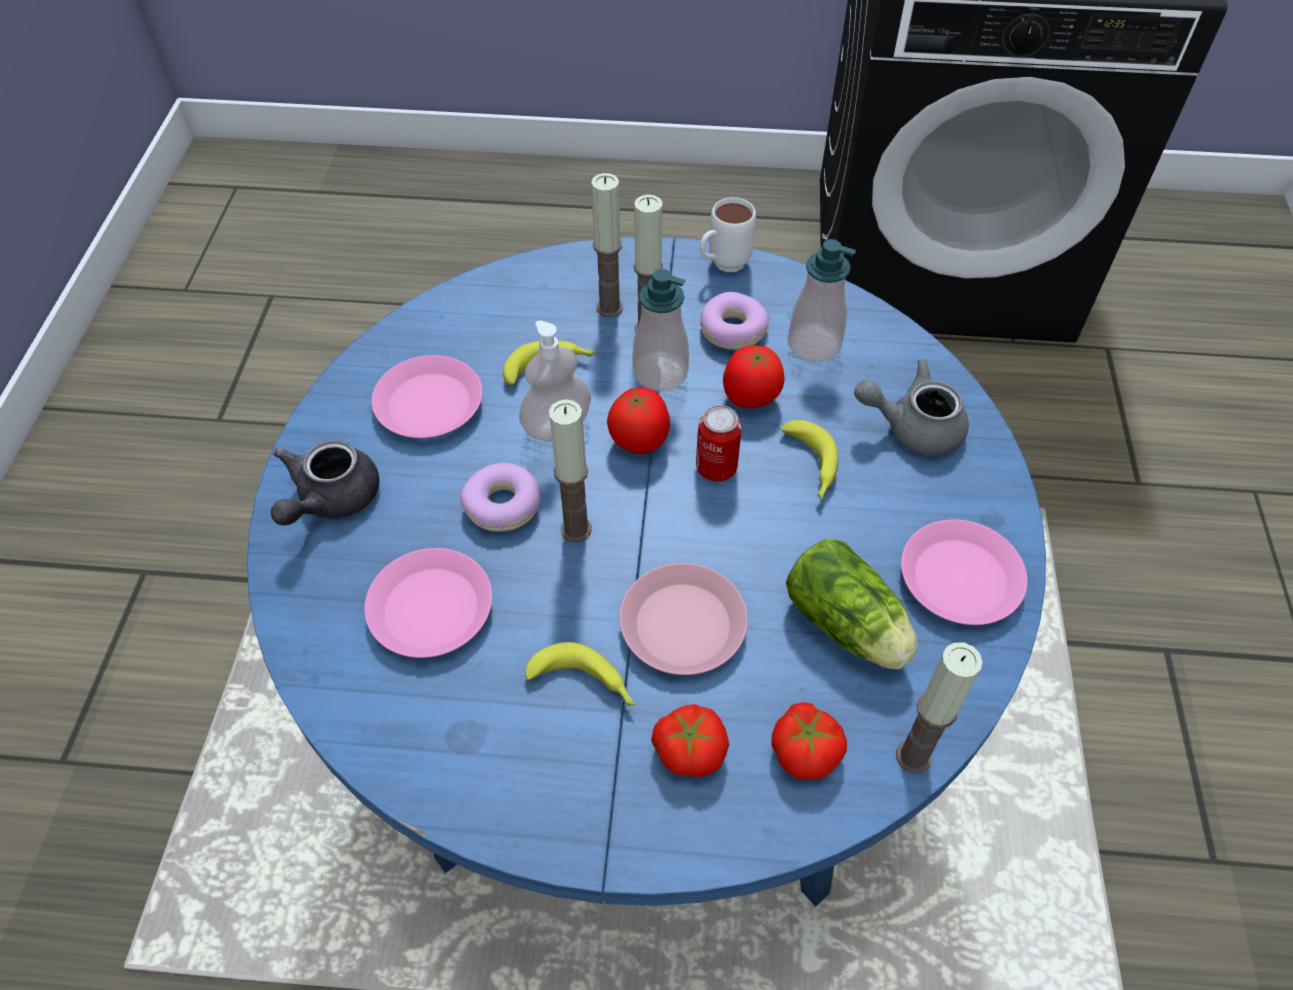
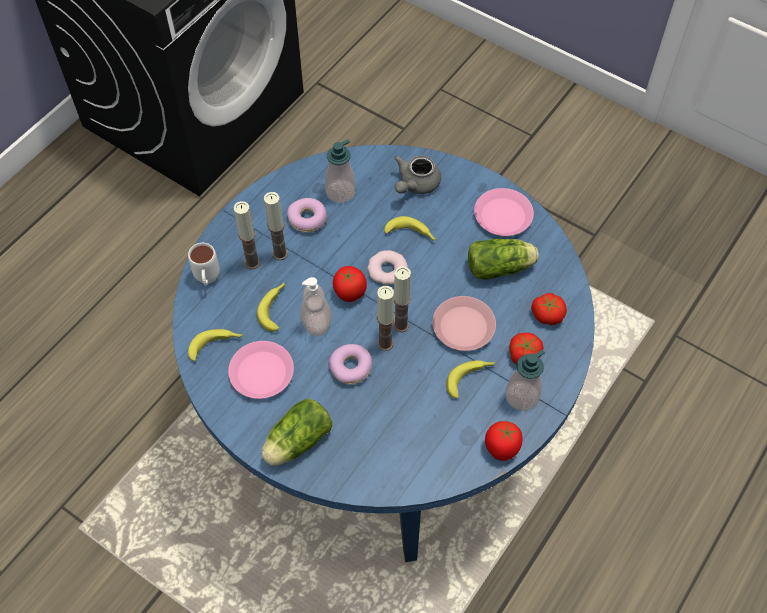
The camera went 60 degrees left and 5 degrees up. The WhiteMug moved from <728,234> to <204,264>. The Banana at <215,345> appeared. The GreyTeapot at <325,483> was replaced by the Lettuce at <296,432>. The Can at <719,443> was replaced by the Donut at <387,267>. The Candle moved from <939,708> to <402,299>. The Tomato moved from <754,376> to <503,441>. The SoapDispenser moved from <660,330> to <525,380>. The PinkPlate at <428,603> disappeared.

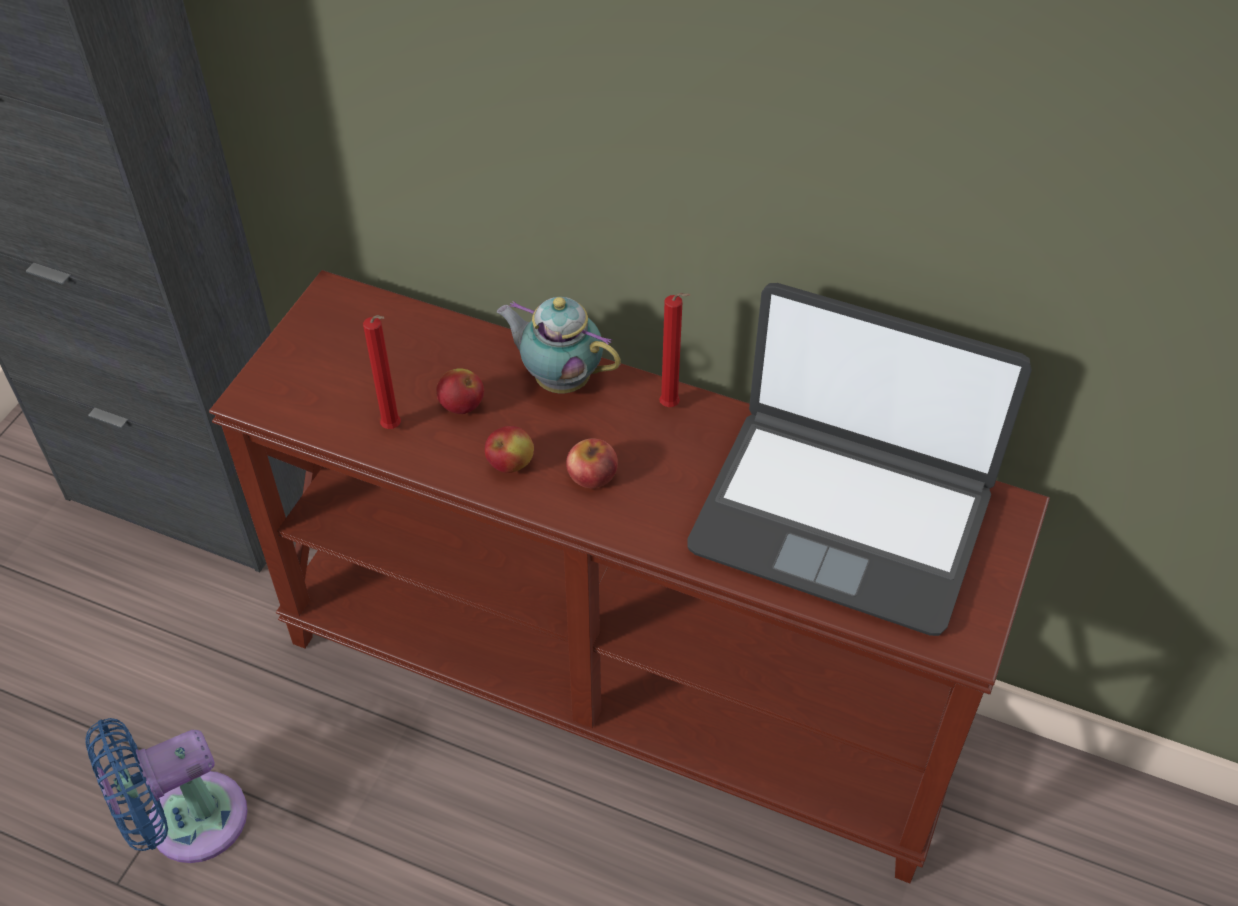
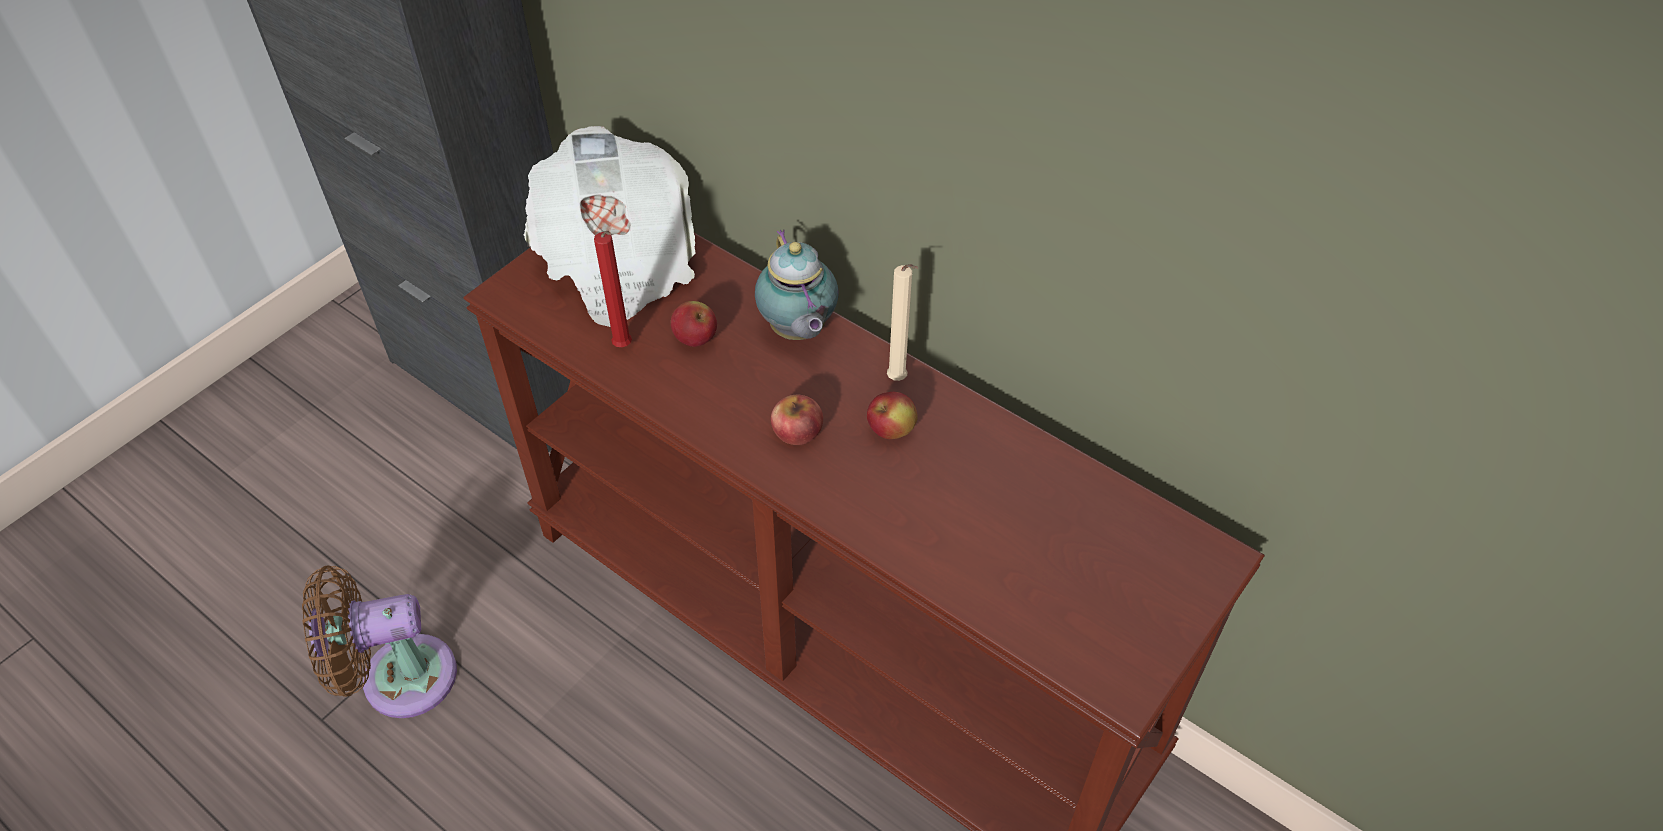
The camera went 15 degrees right and 0 degrees up. The BlueFan at <166,790> became the BrownFan at <379,642>. The Newspaper at <609,226> appeared. The Teapot at <559,345> turned 150 degrees counterclockwise. The Apple moved from <509,449> to <892,415>. The RedCandle at <674,350> became the BeigeCandle at <902,322>. The Laptop at <859,459> disappeared.

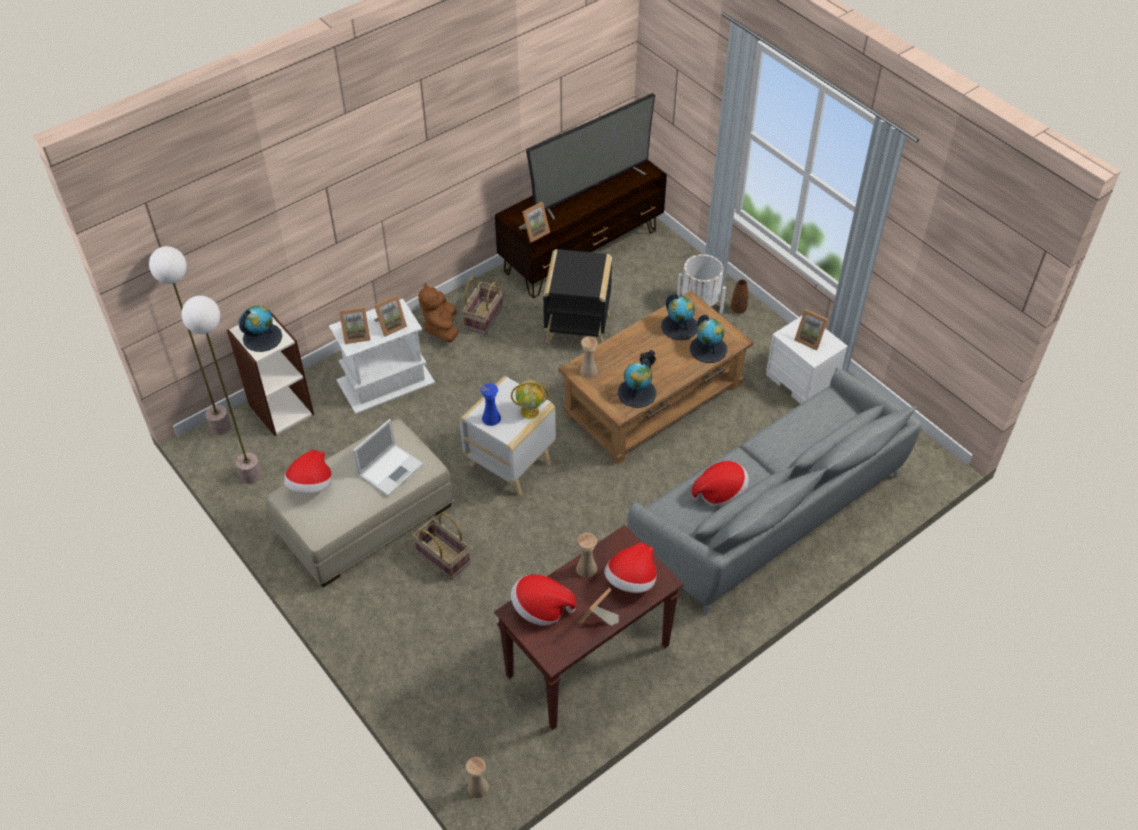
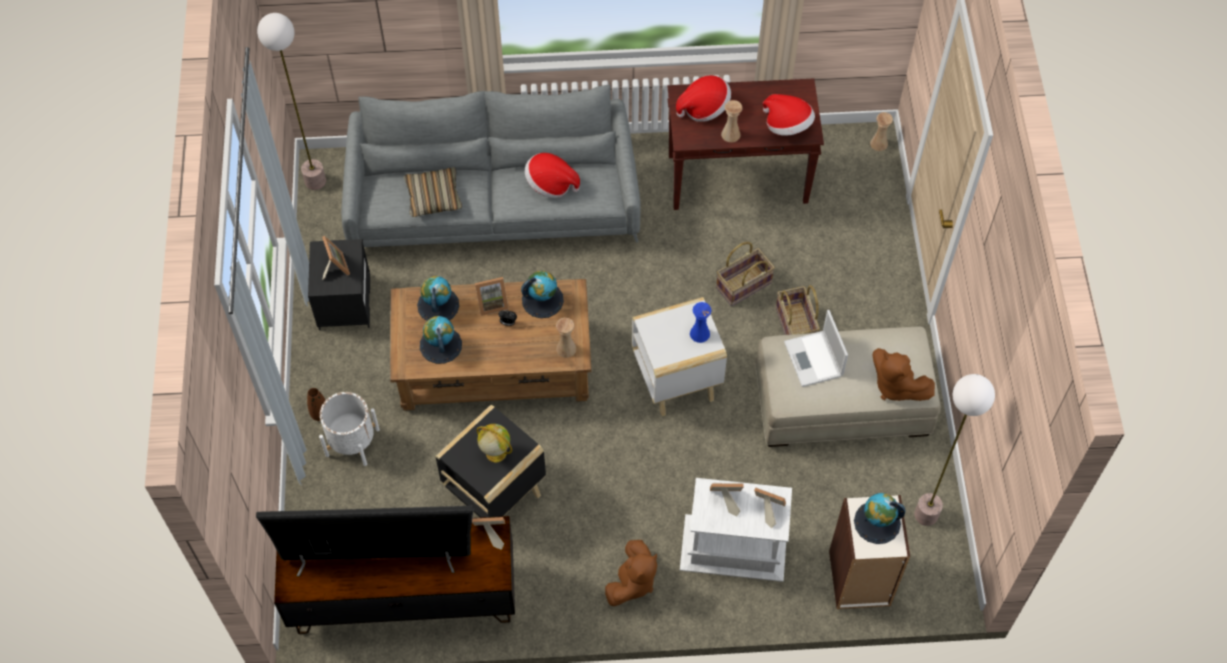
The camera went 145 degrees left and 10 degrees up. The FloorLamp moved from <190,340> to <291,101>. The WhiteNightstand at <807,359> became the BlackNightstand at <339,284>. The Pillow at <433,192> appeared. The PictureFrame moved from <598,607> to <491,296>. The Globe moved from <529,399> to <494,443>. The Basket moved from <482,305> to <745,274>. The Laptop at <388,457> turned 90 degrees counterclockwise. The Hat at <308,471> was replaced by the BrownPlushToy at <903,374>.

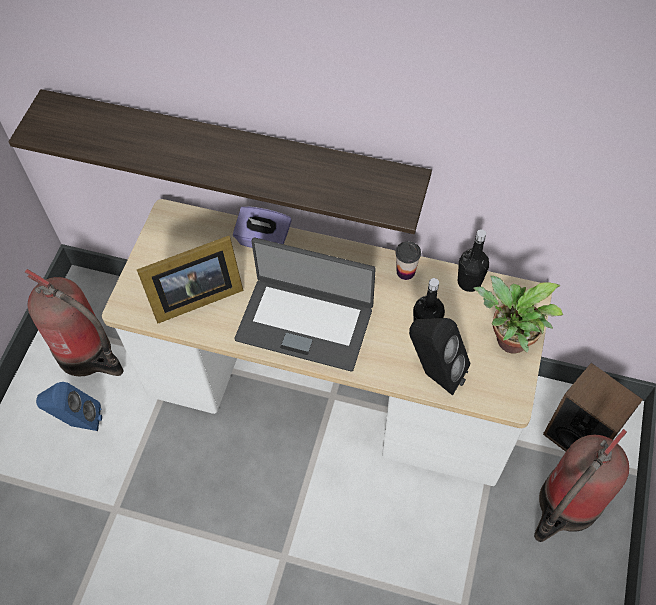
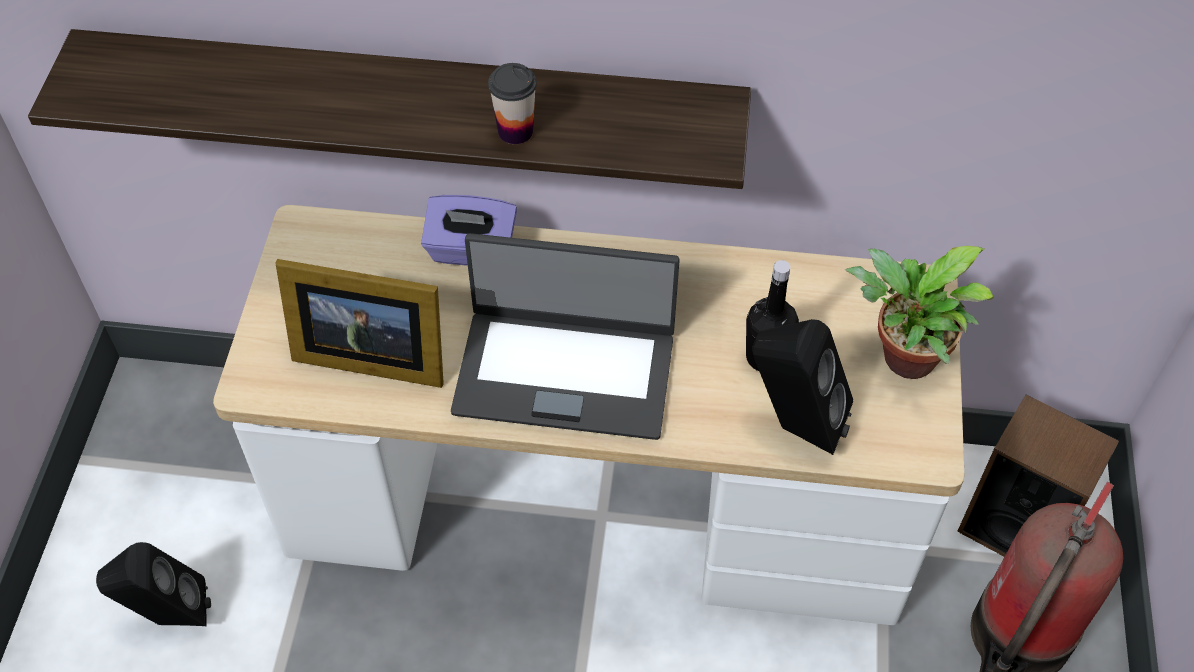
The camera went 10 degrees left and 5 degrees down. The BlueSpeaker at <69,406> became the BlackSpeaker at <153,584>. The PictureFrame at <190,280> turned 45 degrees clockwise. The Cup moved from <408,260> to <512,103>. The FireExtinguisher at <74,322> disappeared. The BlackBottle at <473,260> disappeared.

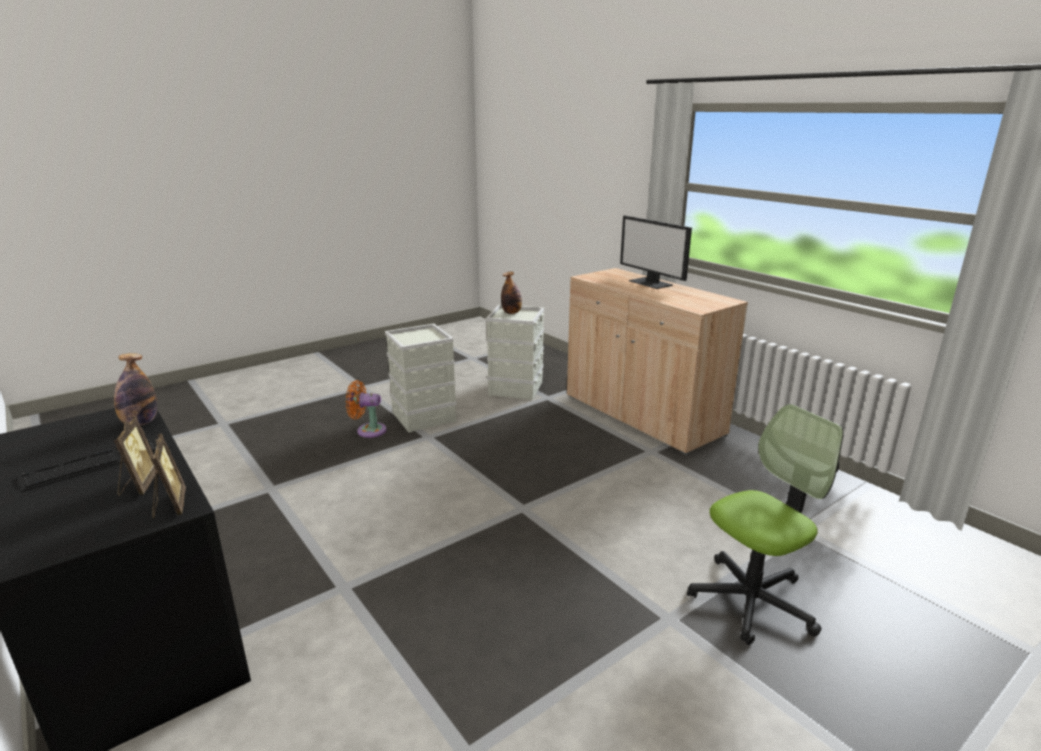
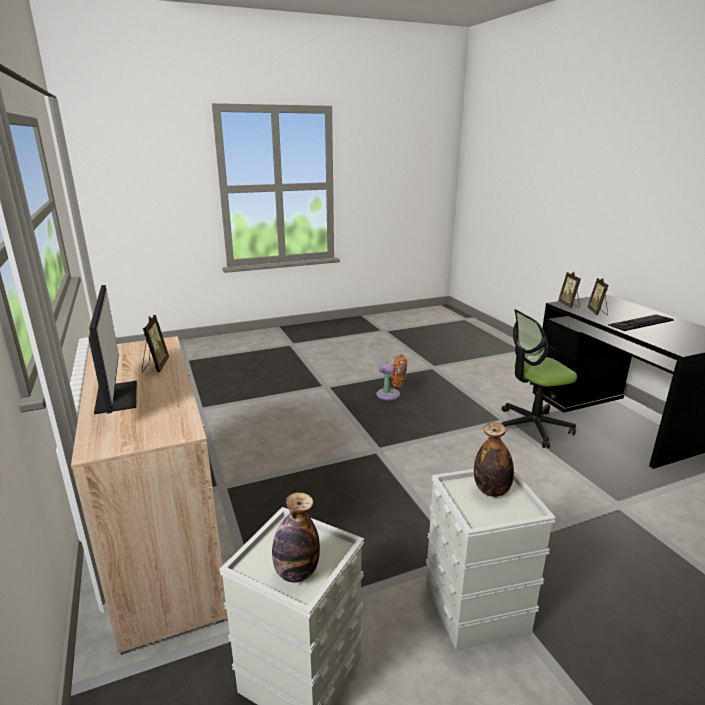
The camera went 165 degrees left and 0 degrees up. The PictureFrame at <155,344> appeared. The OrangeFan moved from <366,409> to <391,377>. The Bottle moved from <135,389> to <494,459>. The OfficeChair moved from <765,524> to <539,378>.

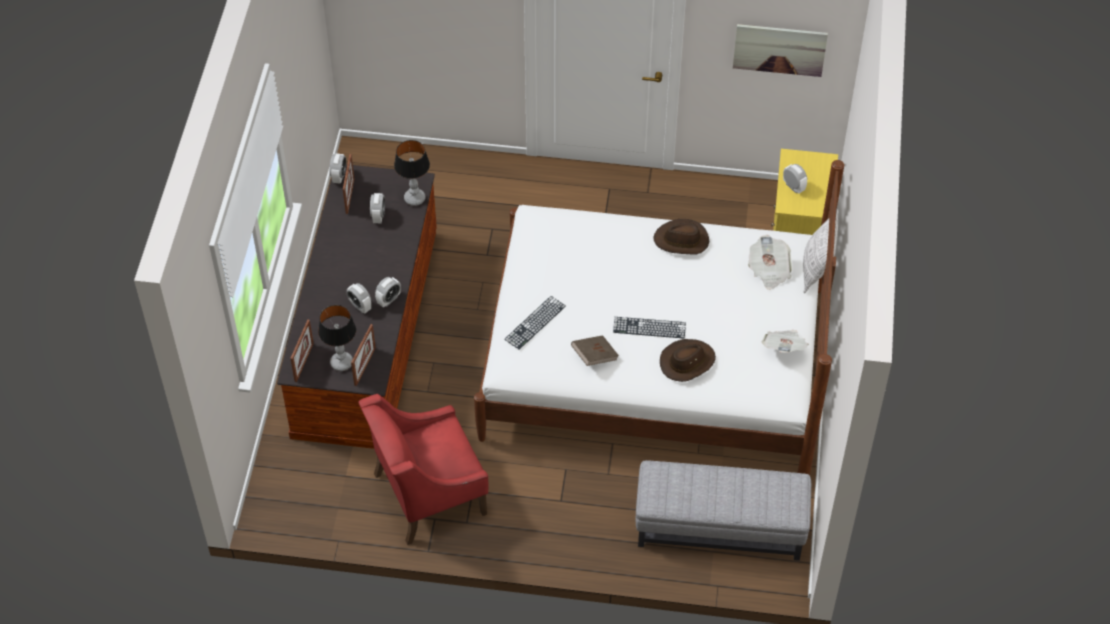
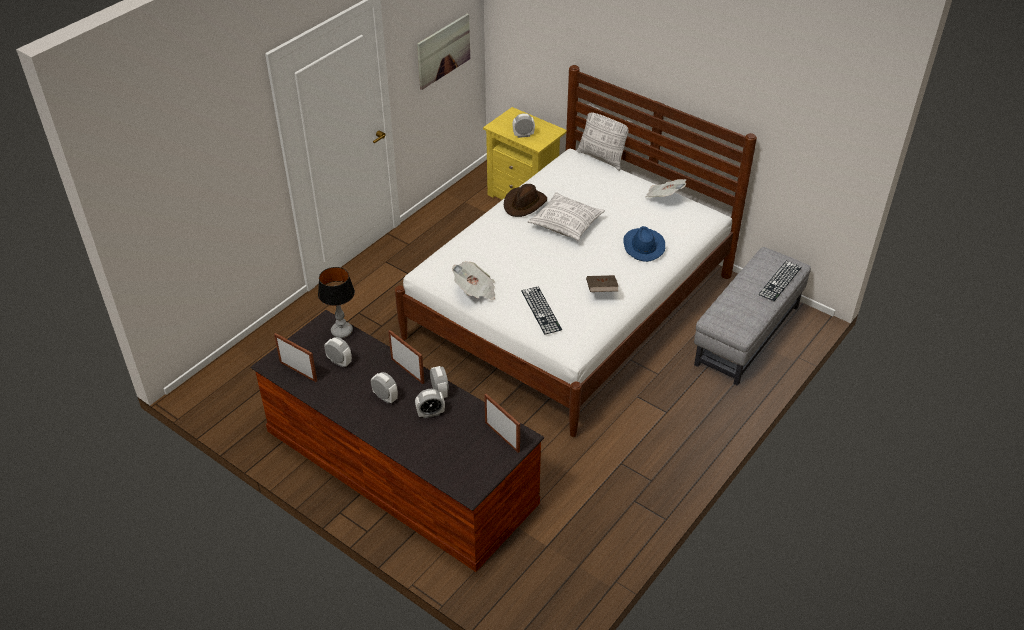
The camera went 60 degrees left and 10 degrees down. The AlarmClock moved from <337,168> to <384,388>. The PictureFrame moved from <302,351> to <406,357>. The Newspaper moved from <770,262> to <473,281>. The Pillow at <566,216> appeared. The BrownHat at <688,360> became the BlueHat at <644,244>. The Keyboard moved from <649,328> to <780,281>. The TableLamp at <337,338> disappeared. The RedArmchair at <423,469> disappeared.

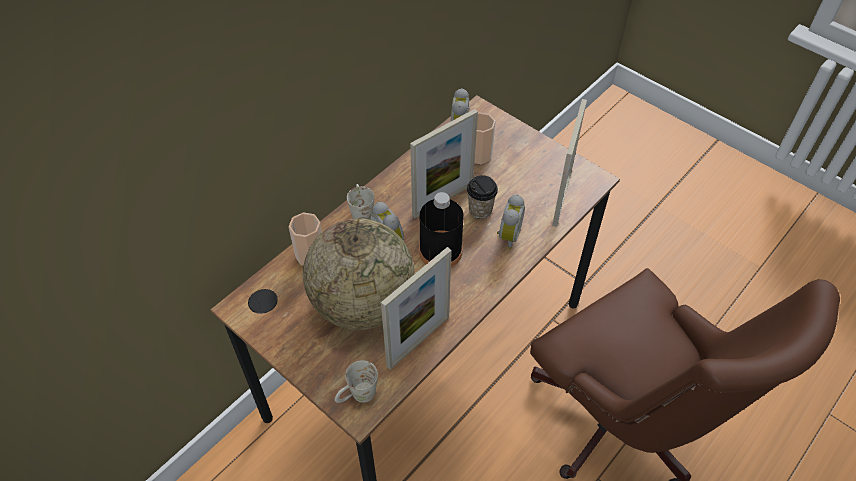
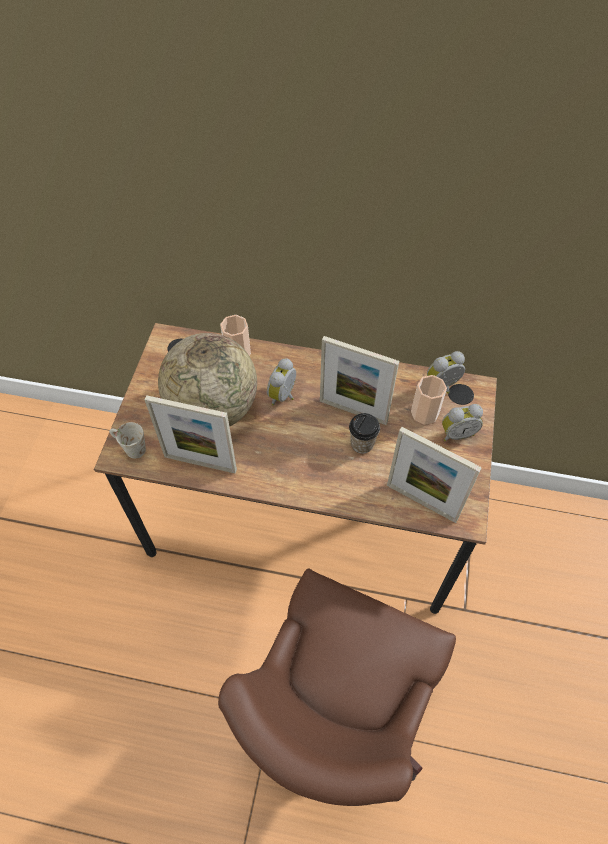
The camera went 60 degrees right and 5 degrees up. The PictureFrame at <569,163> turned 45 degrees clockwise. The AlarmClock moved from <511,221> to <462,422>. The WhiteMug at <360,201> disappeared. The BlackBottle at <441,229> disappeared.

